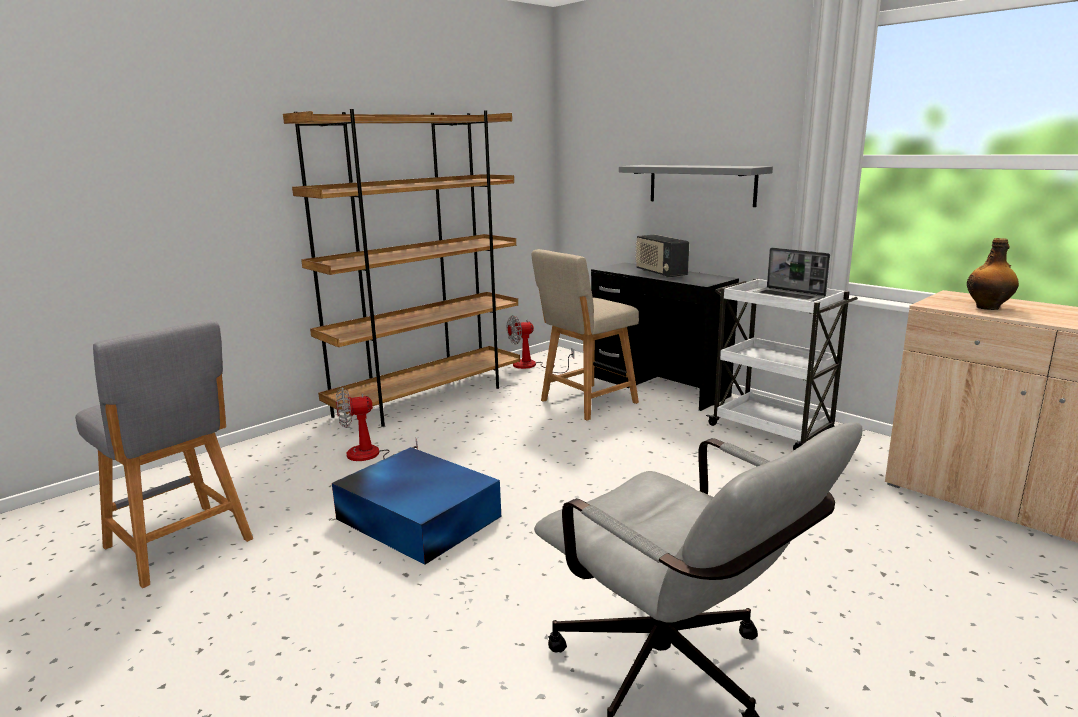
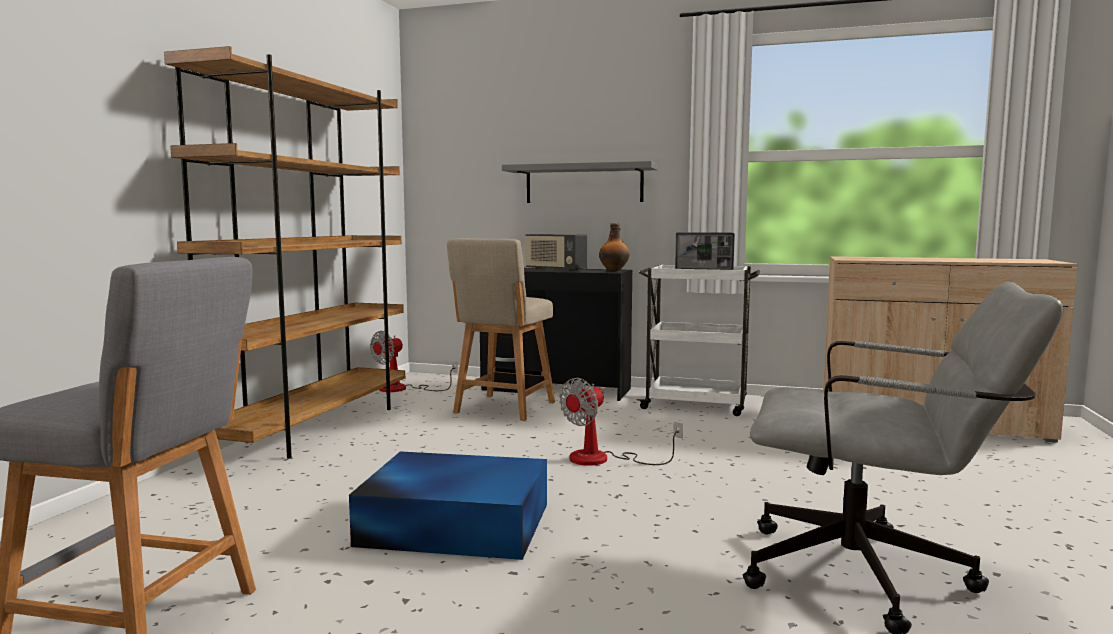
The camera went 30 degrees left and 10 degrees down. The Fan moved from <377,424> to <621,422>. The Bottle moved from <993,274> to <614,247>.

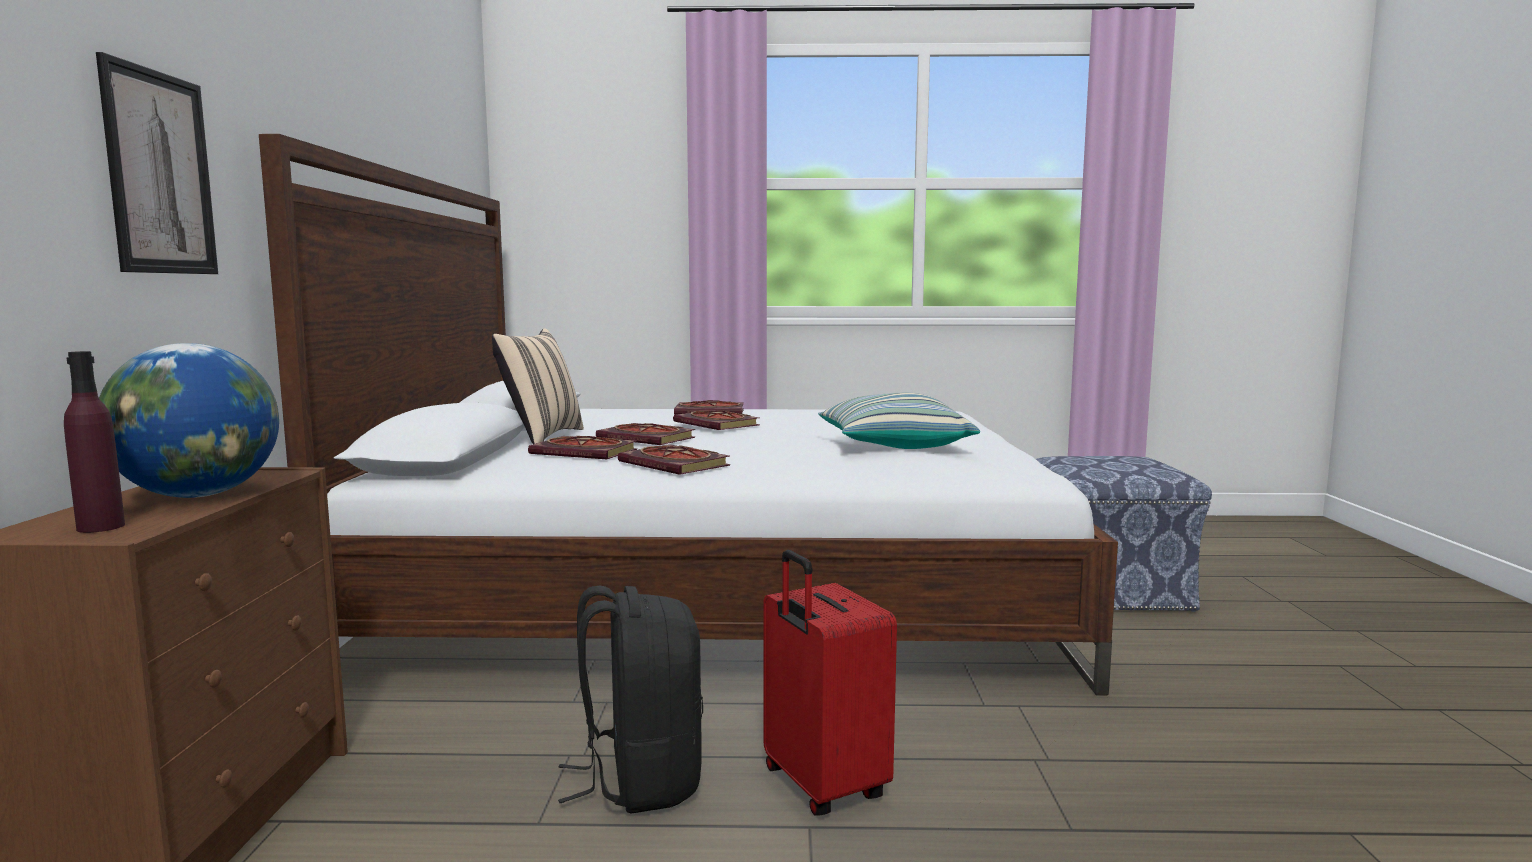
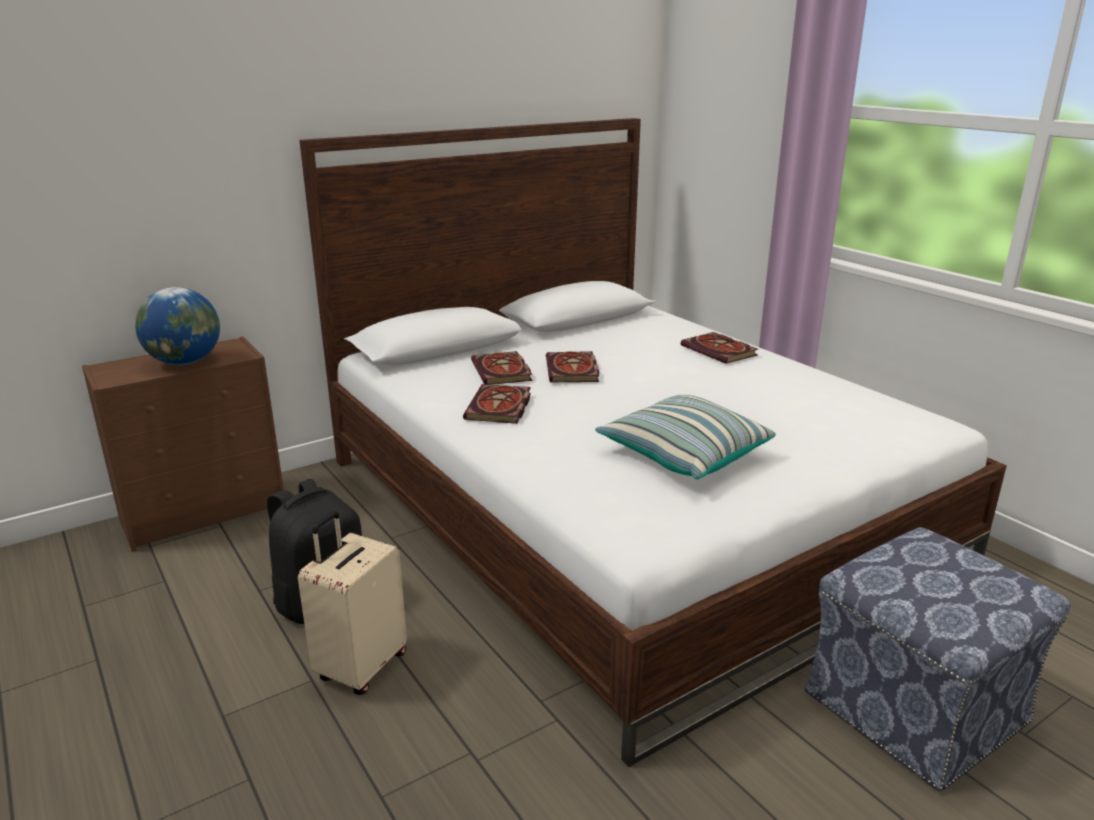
The camera went 55 degrees right and 15 degrees up. The RedSuitcase at <830,682> became the BeigeSuitcase at <352,603>. The PurpleBottle at <94,442> disappeared. The Picture at <157,163> disappeared. The BeigePillow at <538,386> disappeared. The Book at <716,420> disappeared.

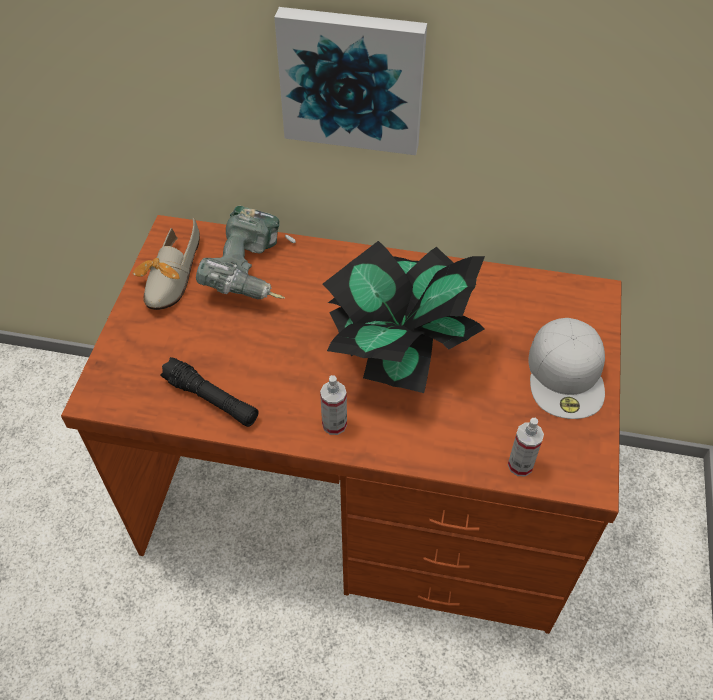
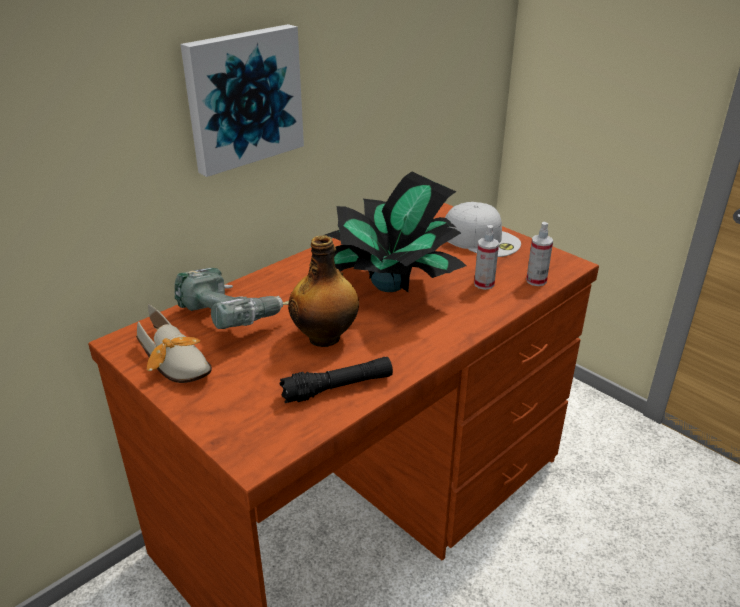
The camera went 55 degrees left and 20 degrees down. The Bottle at <323,291> appeared. The SprayBottle moved from <333,405> to <486,257>.

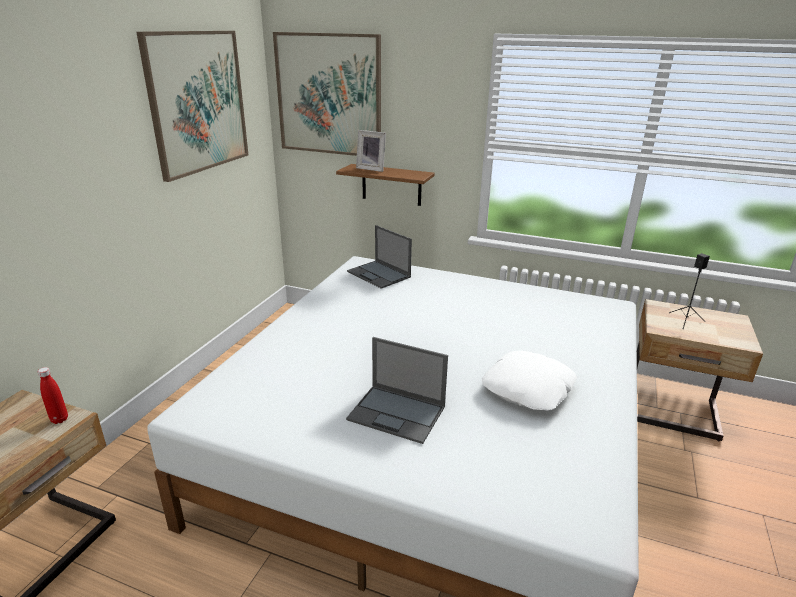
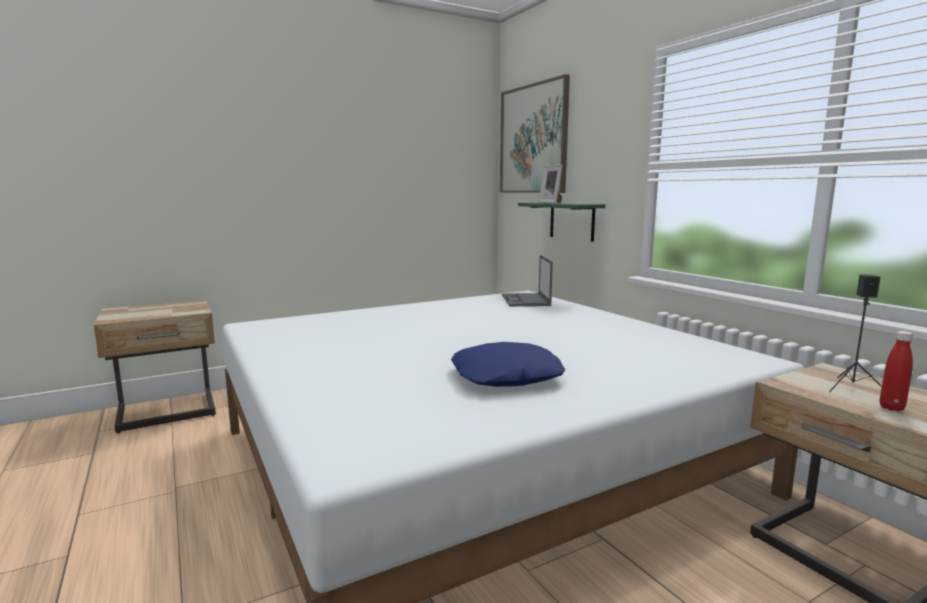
The camera went 40 degrees right and 15 degrees down. The WhitePillow at <529,381> became the BluePillow at <508,364>. The BrownShelf at <385,185> became the GreenShelf at <562,222>. The RedBottle moved from <53,395> to <896,371>. The Picture at <192,106> disappeared. The Laptop at <397,390> disappeared.

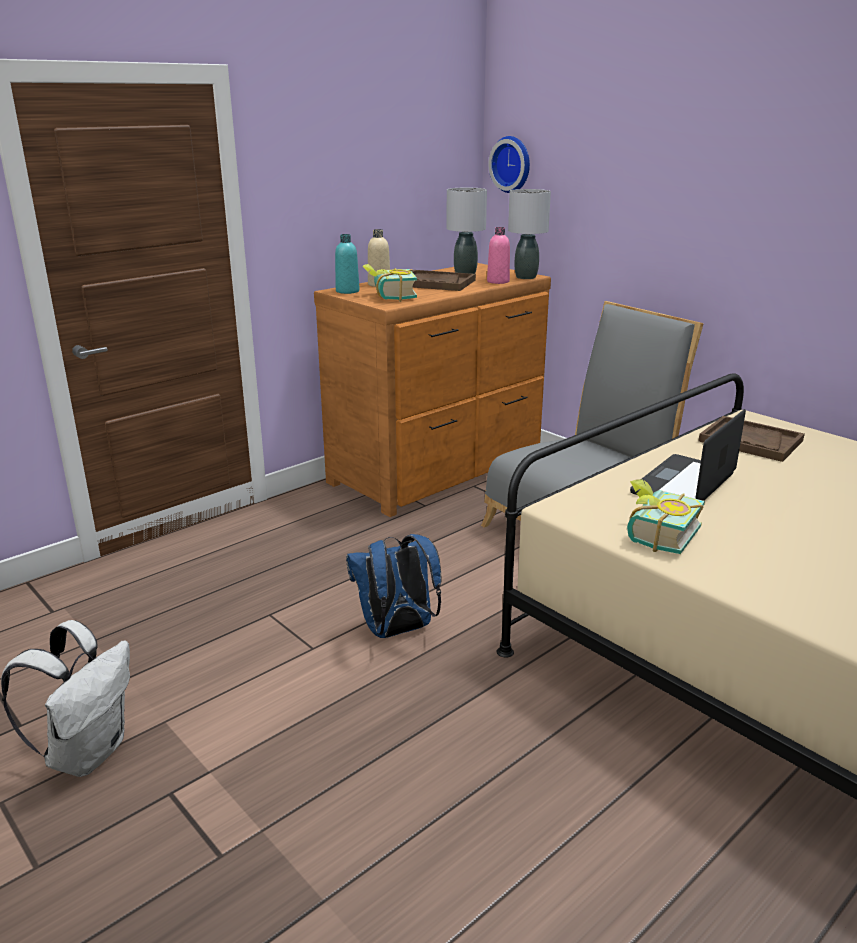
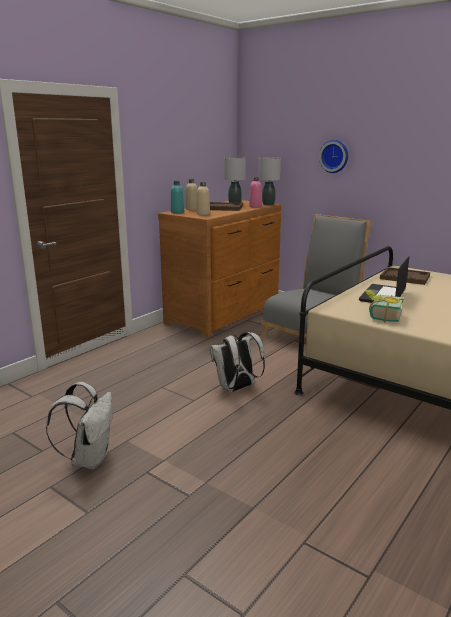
The camera went 10 degrees left and 5 degrees down. The Book at <389,283> was replaced by the BeigeBottle at <203,198>. The BlueBackpack at <393,586> became the WhiteBackpack at <237,362>. The WallClock moved from <509,164> to <333,156>.

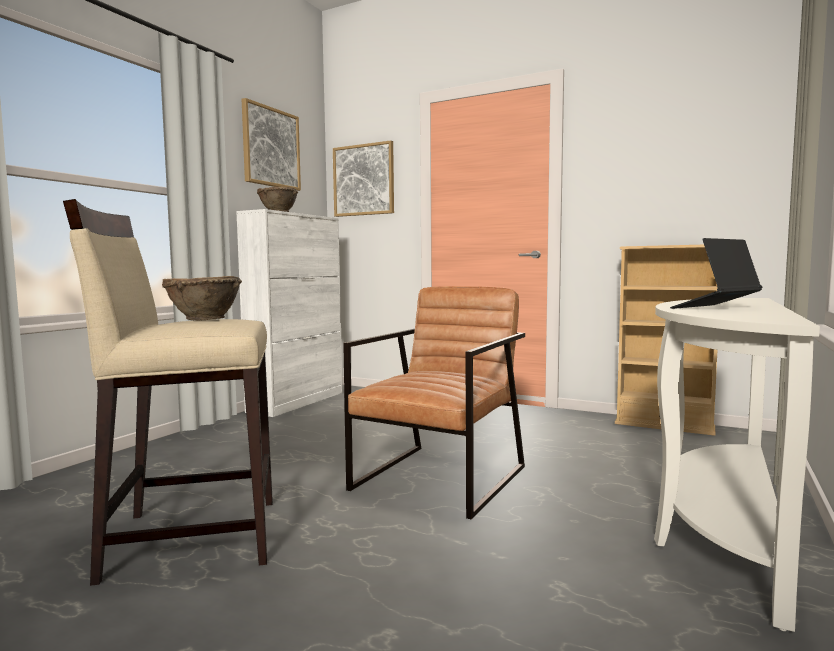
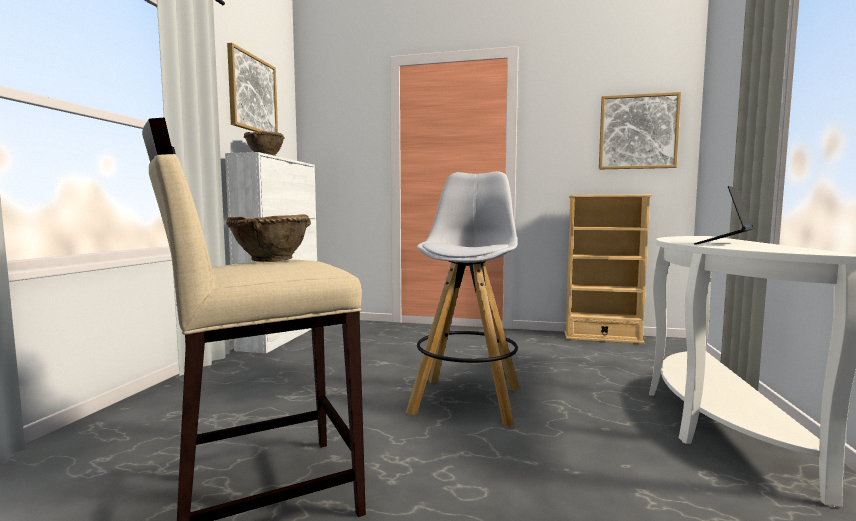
The camera went 15 degrees left and 0 degrees up. The BrownArmchair at <434,402> was replaced by the WhiteStool at <463,299>. The Picture moved from <363,178> to <640,130>.

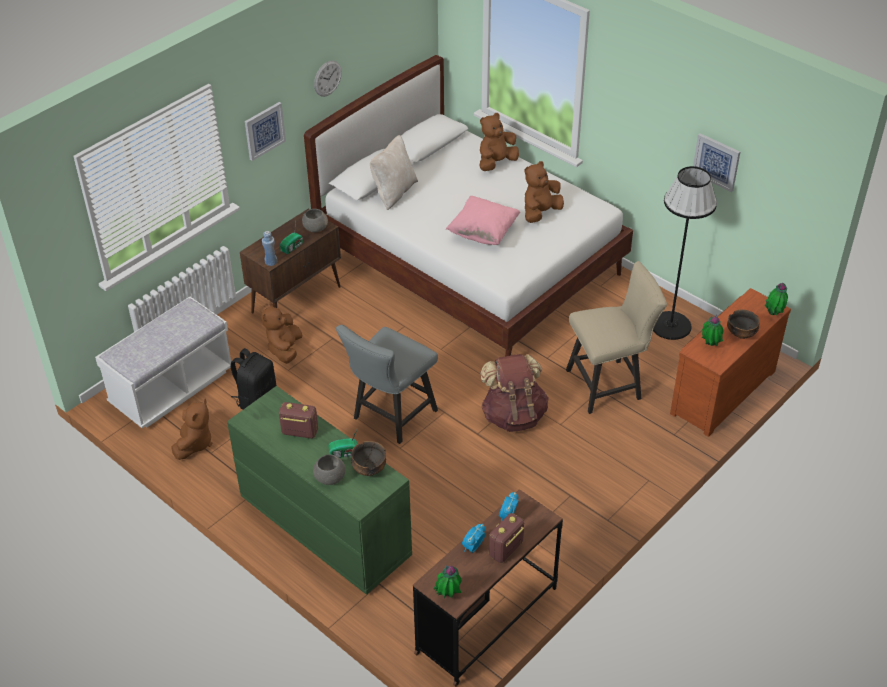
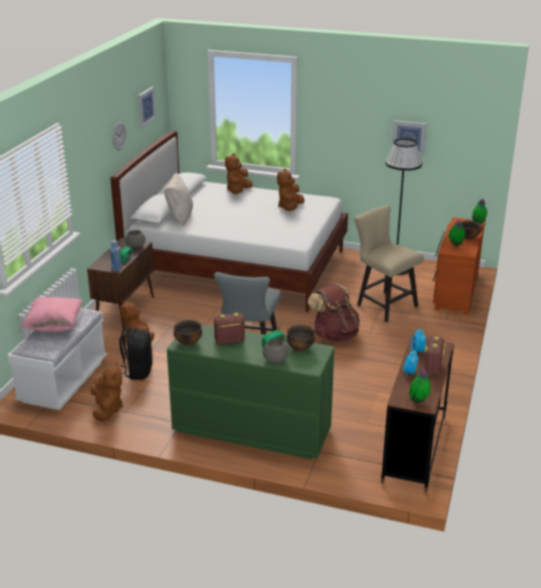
The camera went 25 degrees left and 15 degrees down. The PinkPillow moved from <483,220> to <52,314>. The Picture moved from <265,131> to <147,107>. The Bowl at <187,332> appeared. The BeigeChair at <616,337> turned 90 degrees counterclockwise.

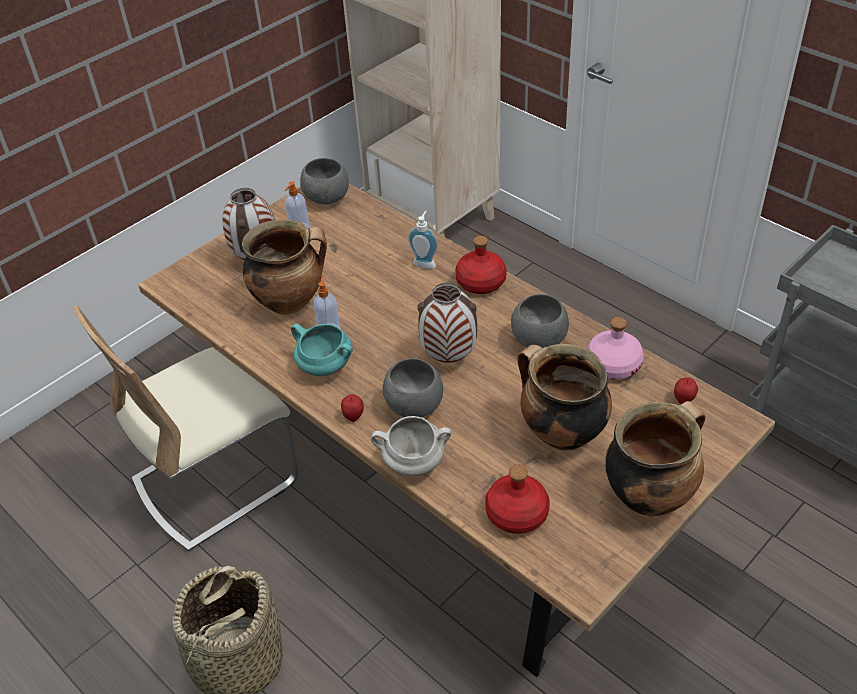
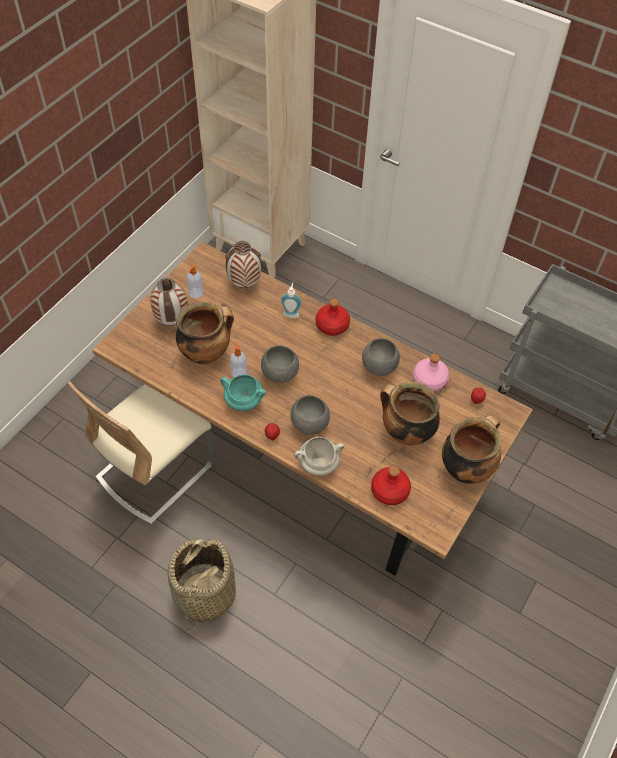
The camera went 15 degrees left and 10 degrees up. The Vase moved from <447,323> to <243,264>. The GreyBowl moved from <324,181> to <280,364>.

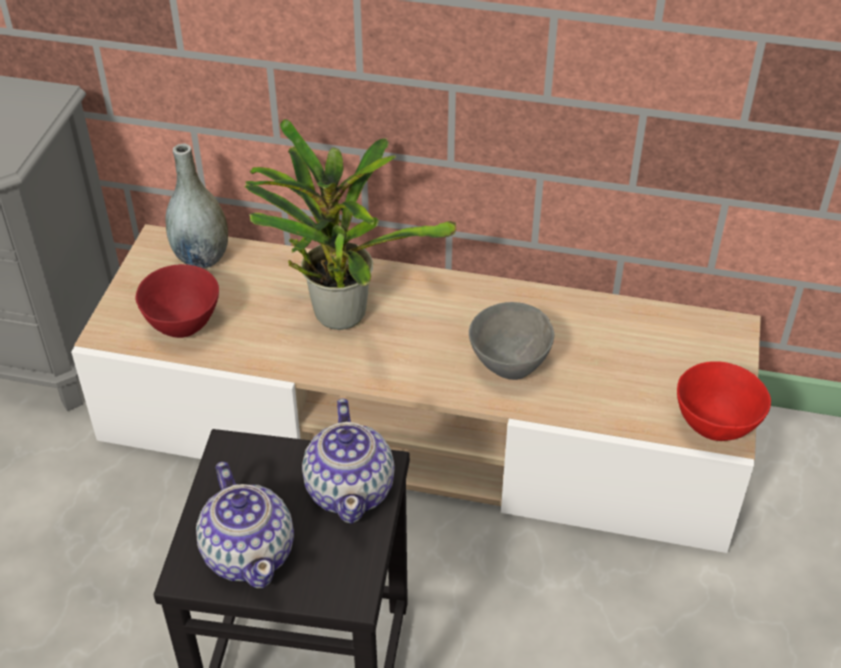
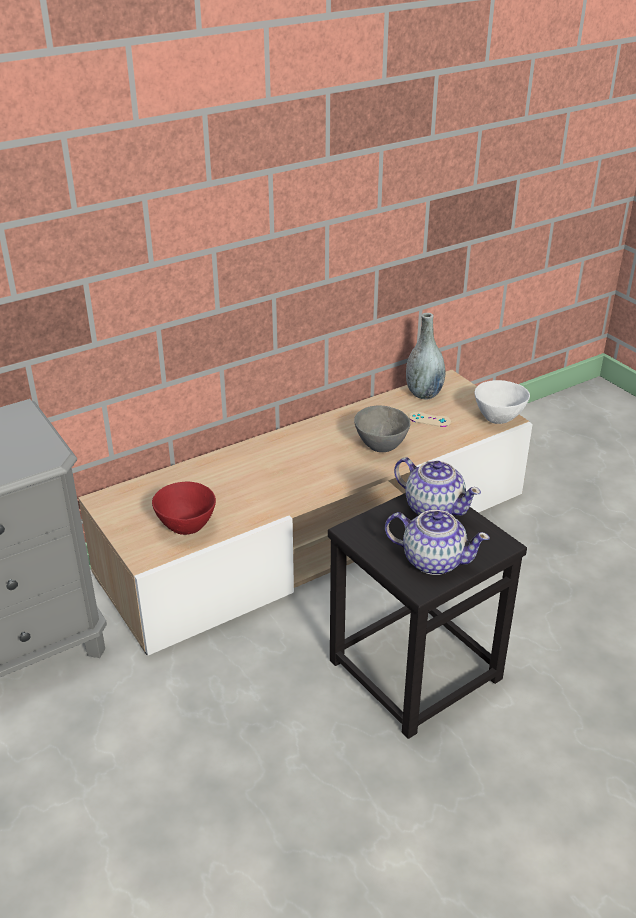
The camera went 45 degrees left and 10 degrees down. The GreyVase moved from <197,206> to <426,356>. The BeigeGameController at <430,419> appeared. The RedBowl at <724,401> became the WhiteBowl at <502,402>. The PottedPlant at <350,224> disappeared.

